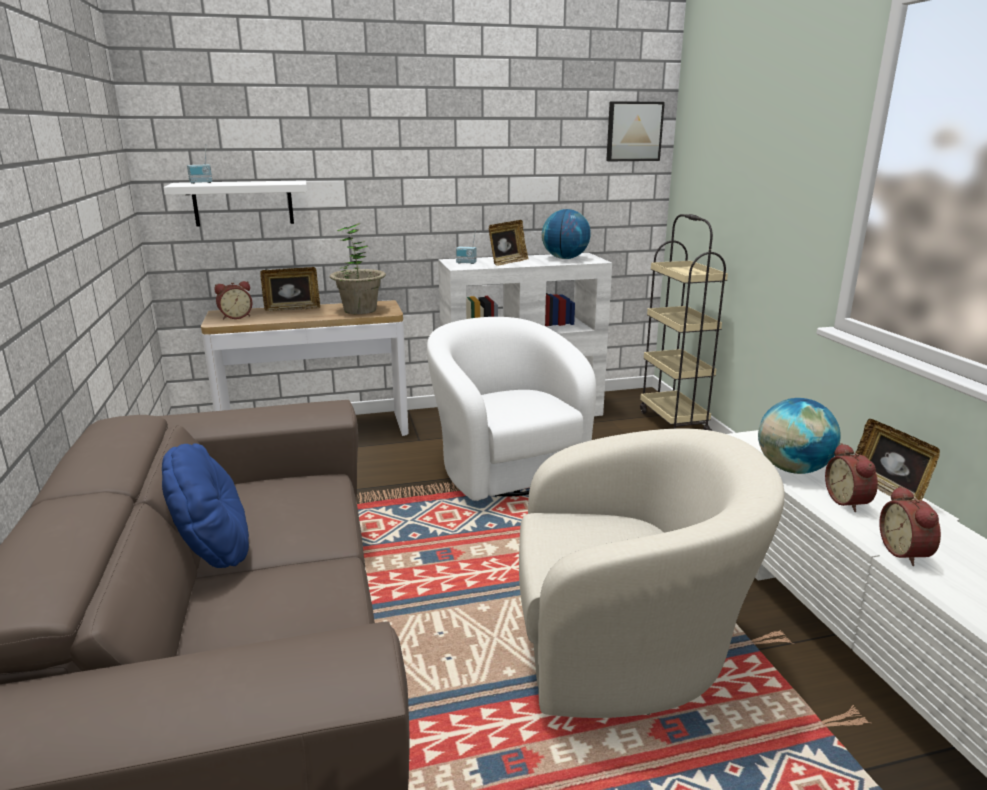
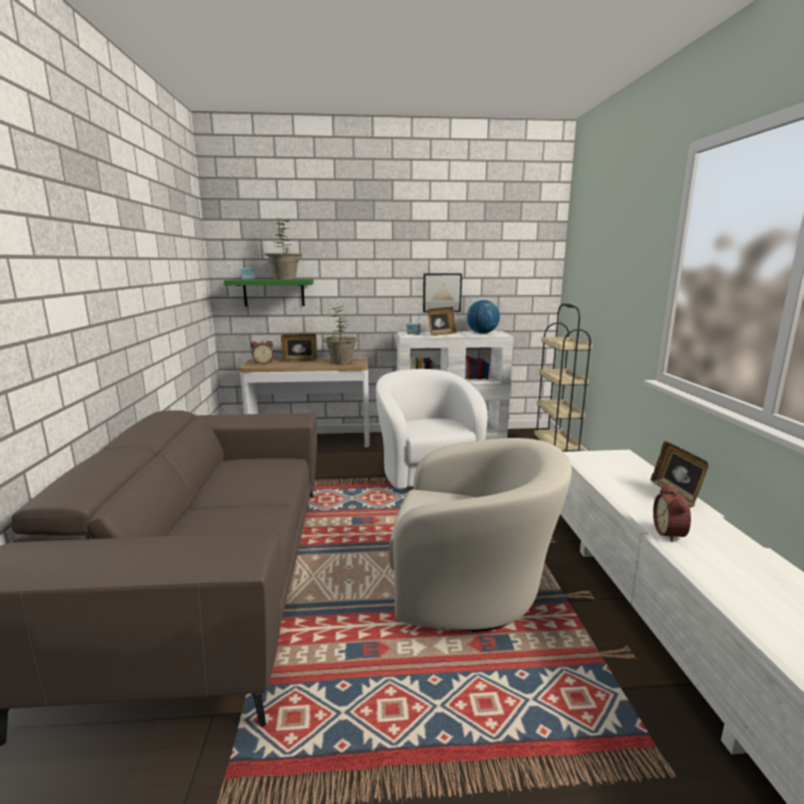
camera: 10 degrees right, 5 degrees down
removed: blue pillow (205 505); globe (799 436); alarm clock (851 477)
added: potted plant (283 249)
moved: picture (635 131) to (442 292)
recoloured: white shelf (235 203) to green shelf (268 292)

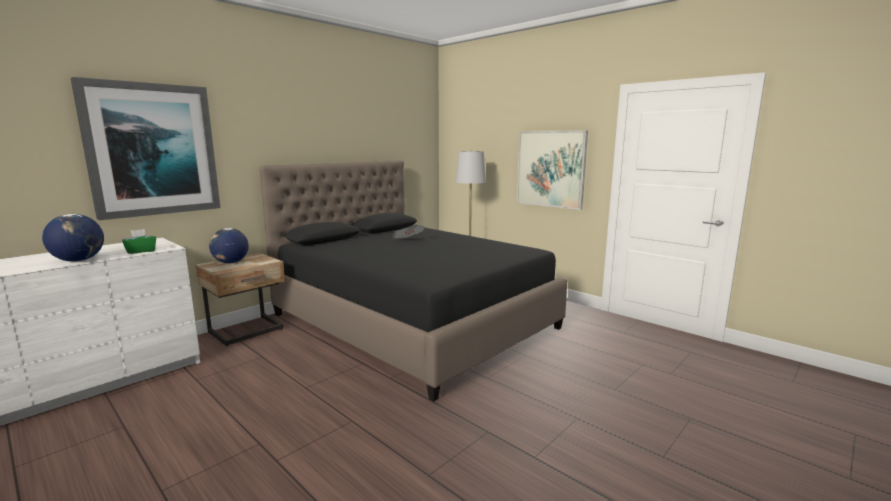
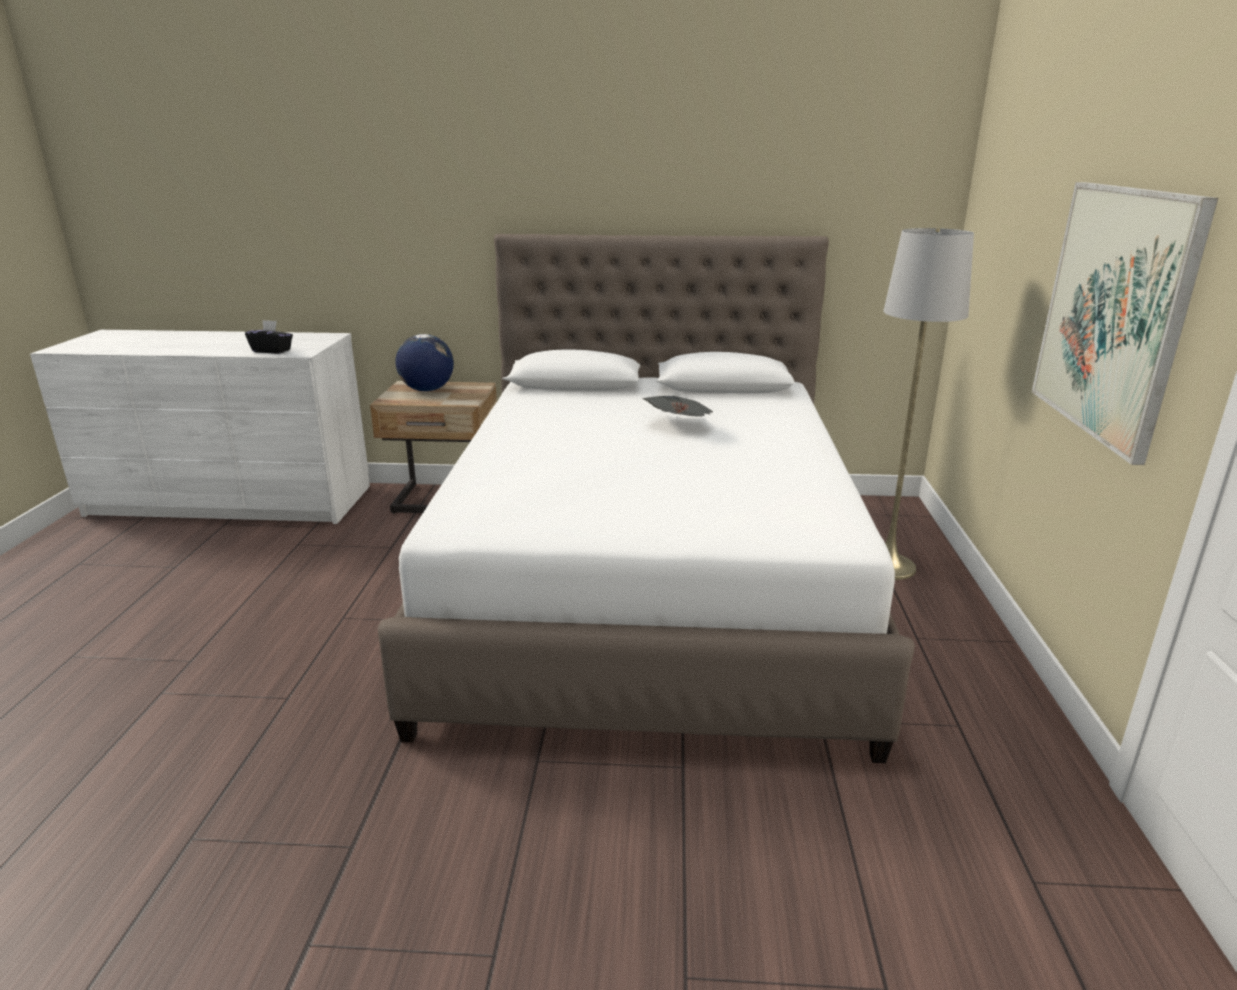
camera: 50 degrees right, 10 degrees up
removed: globe (73 238); picture (146 148)
recoloured: green tissue box (139 241) to black tissue box (269 337); black bed (413 281) to white bed (646 498)

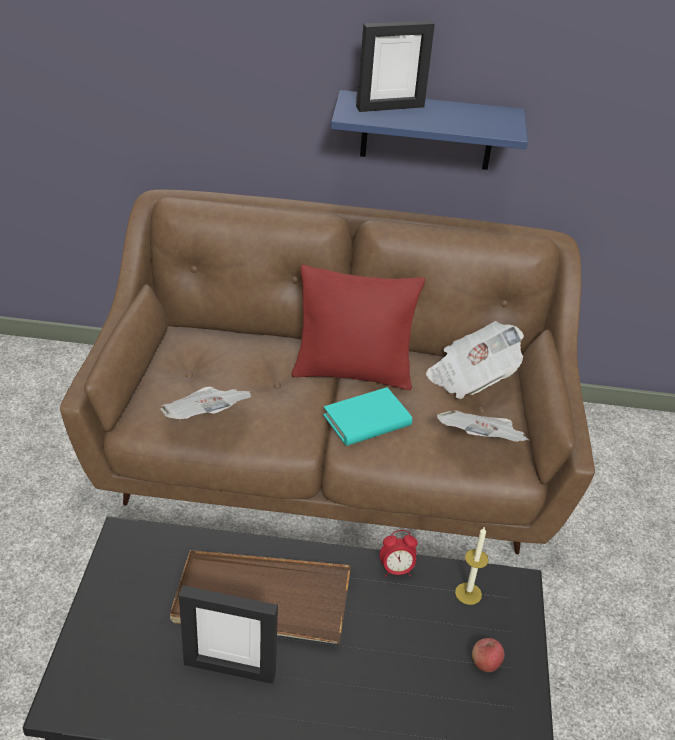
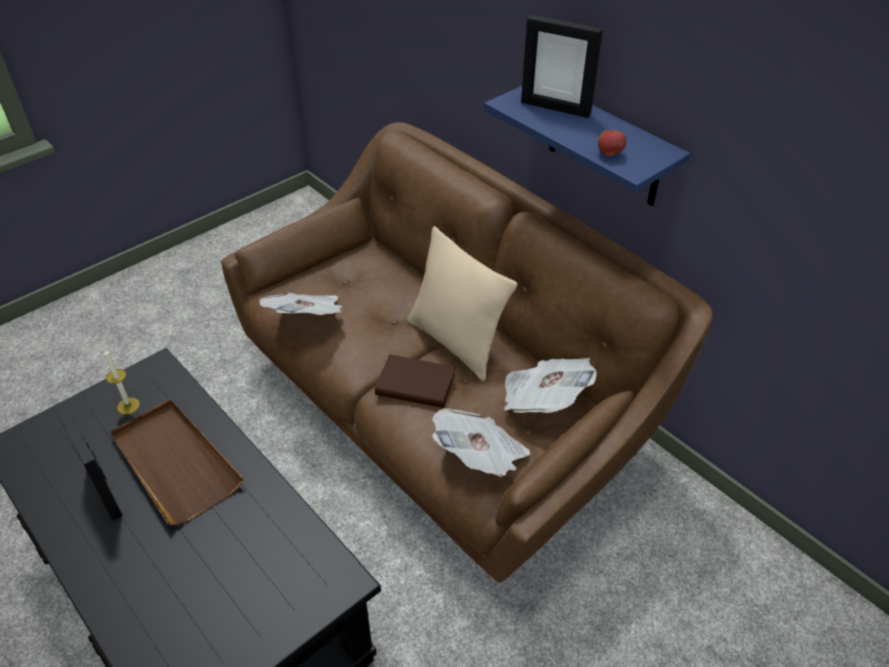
camera: 45 degrees right, 5 degrees up
removed: alarm clock (398 553)
moved: candle (472 566) to (122 382); apple (488 655) to (612 143)
recoloured: red pillow (358 327) to beige pillow (462 303); turquoise book (367 416) to brown book (415 381)

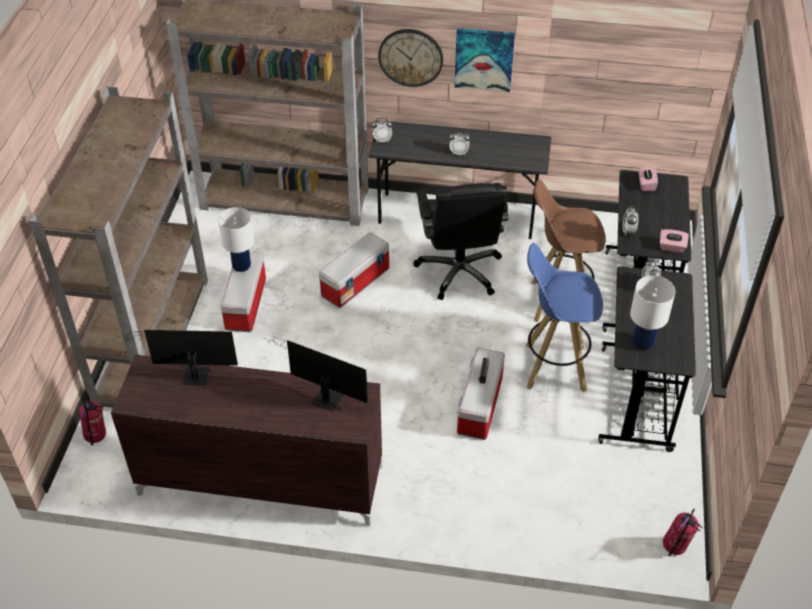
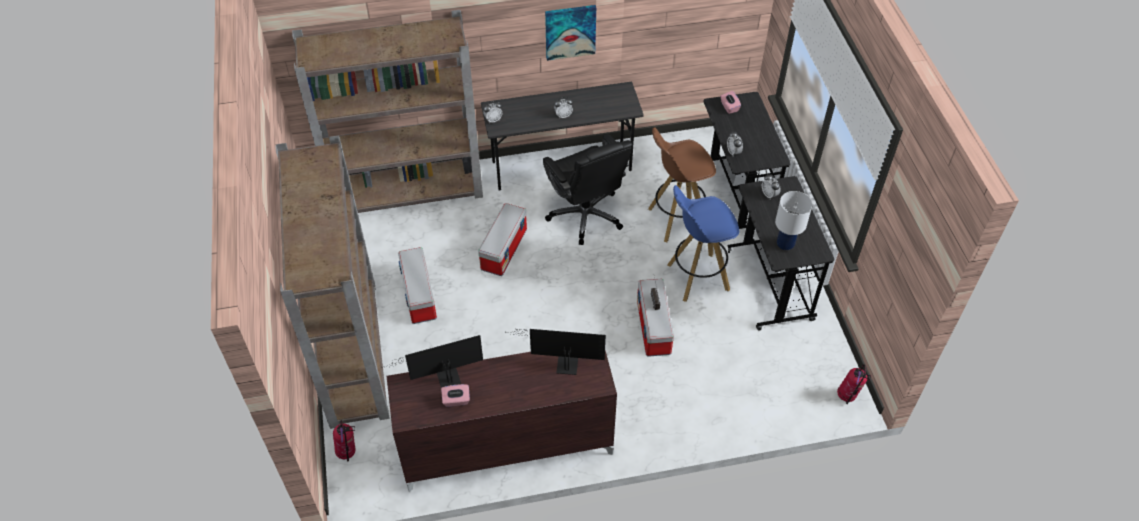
camera: 20 degrees left, 5 degrees up
removed: white table lamp (236 239); wall clock (410 58)
moved: pink tissue box (674 241) to (455 395)

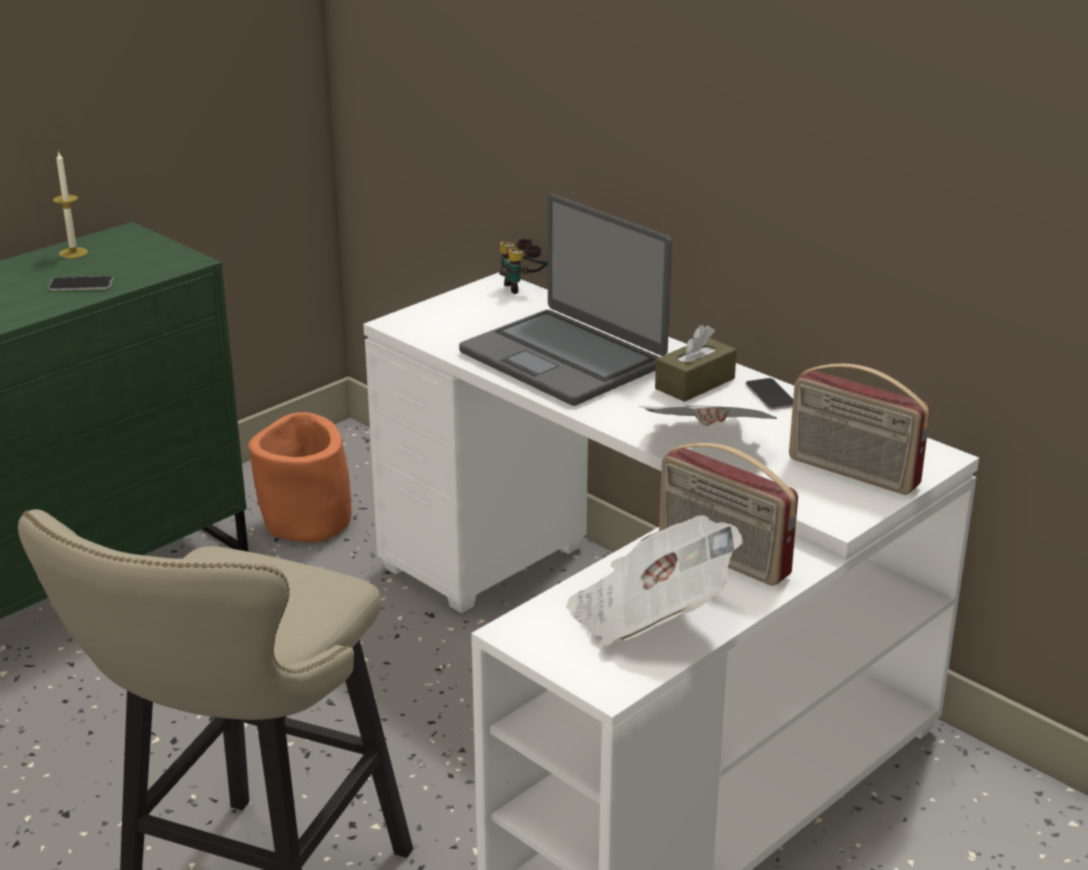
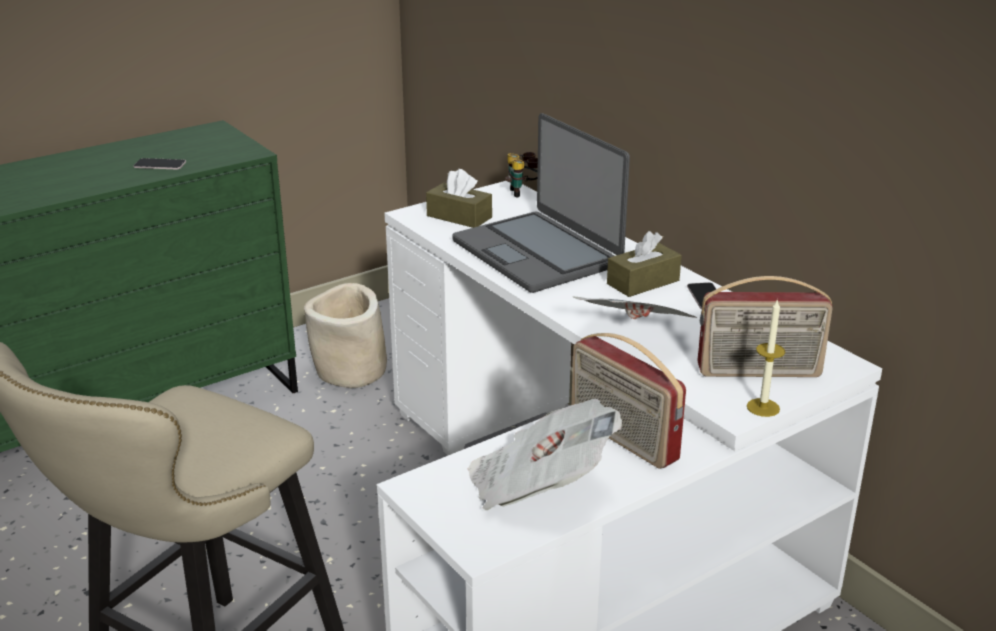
camera: 10 degrees right, 0 degrees up
added: brown tissue box (459 198)
moved: candle (70 205) to (766 358)
recoloured: orange planter (300 477) to beige planter (345 335)
turned: radio (859 429) = (764 326) 45 degrees counterclockwise

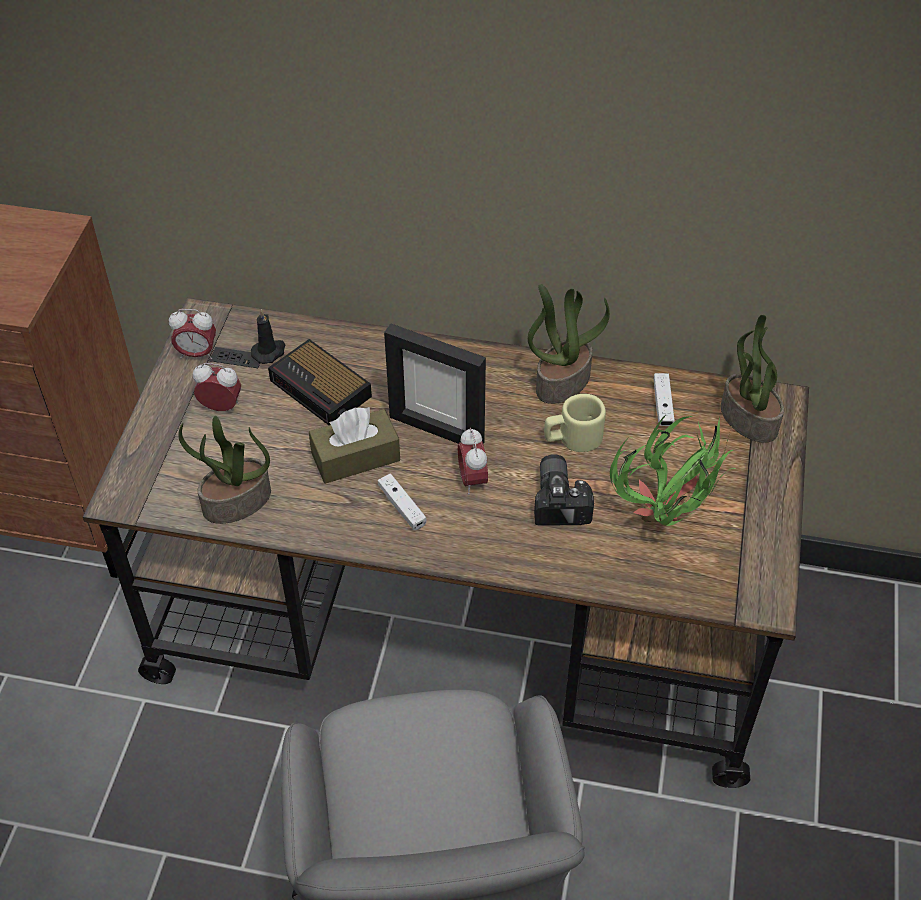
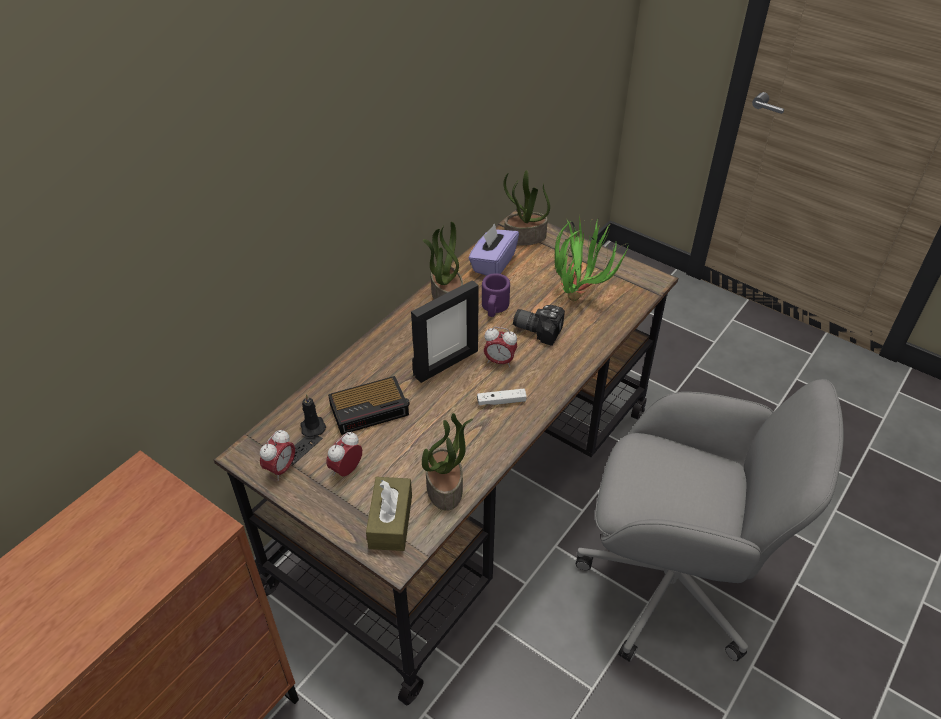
camera: 65 degrees left, 5 degrees down
moved: brown tissue box (354 445) to (389 514)
replaced: white game controller (664 399) to purple tissue box (493 249)
recoloured: beige mug (575 423) to purple mug (496 295)

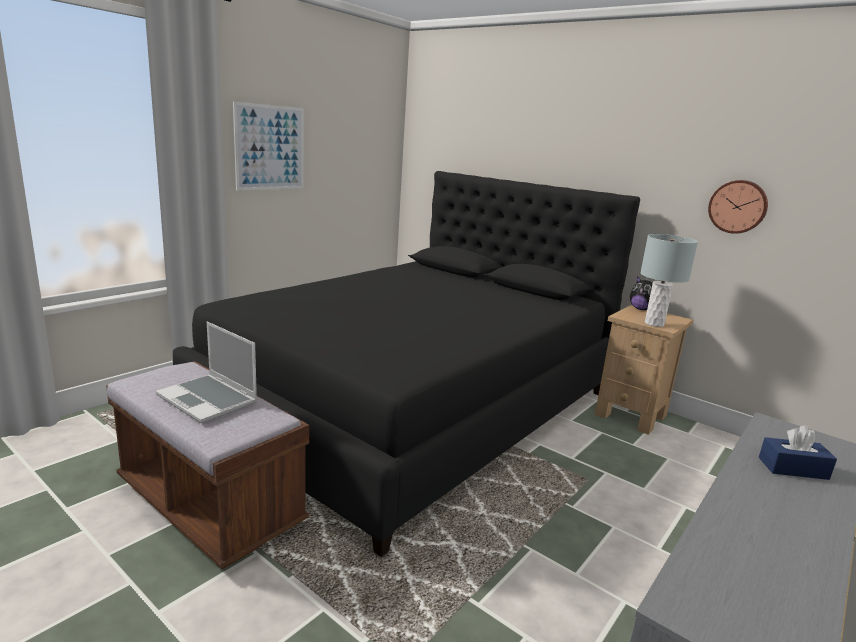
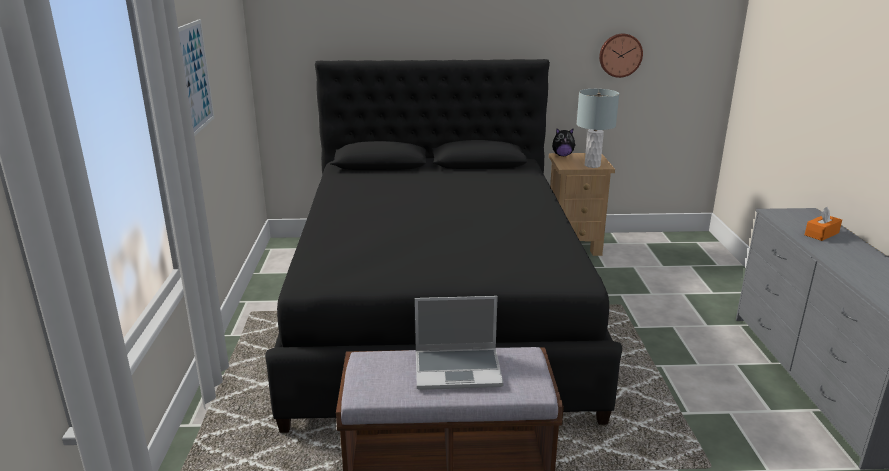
camera: 40 degrees left, 5 degrees up
recoloured: blue tissue box (798 453) to orange tissue box (823 224)

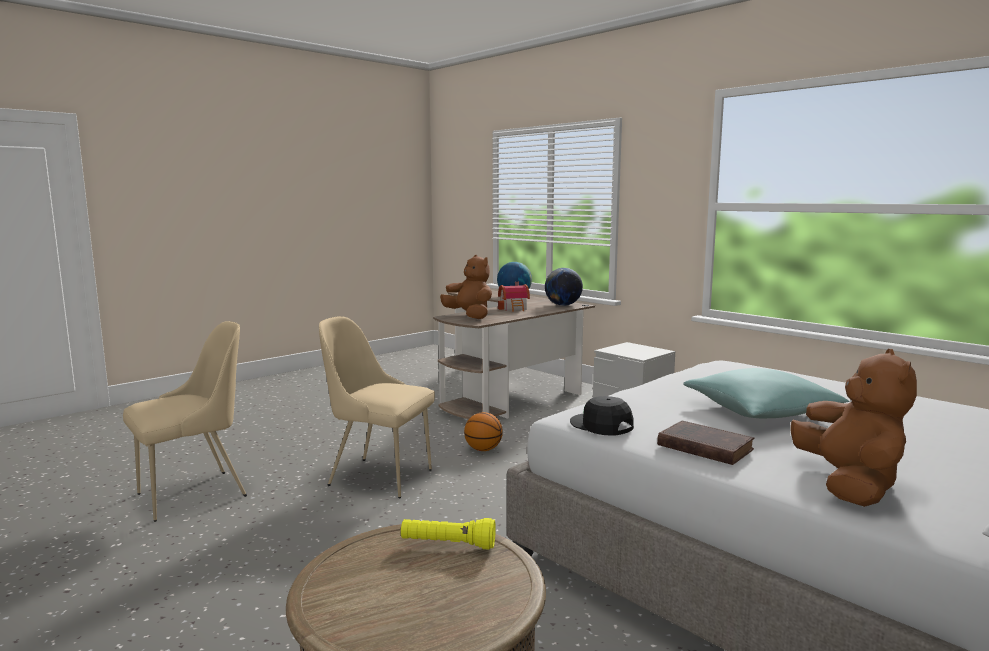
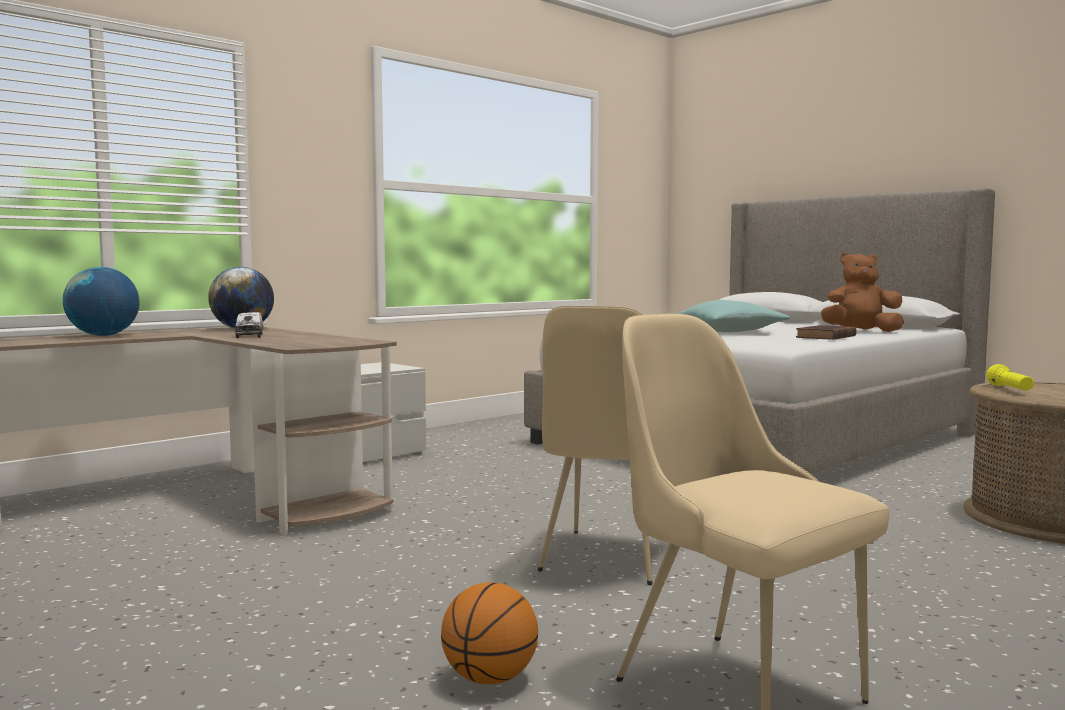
camera: 90 degrees left, 5 degrees down
removed: brown plush toy (466 287); black cap (602 416)
moved: basketball (483 431) to (489 633)
replaced: toy house (514 297) to toy truck (249 325)

